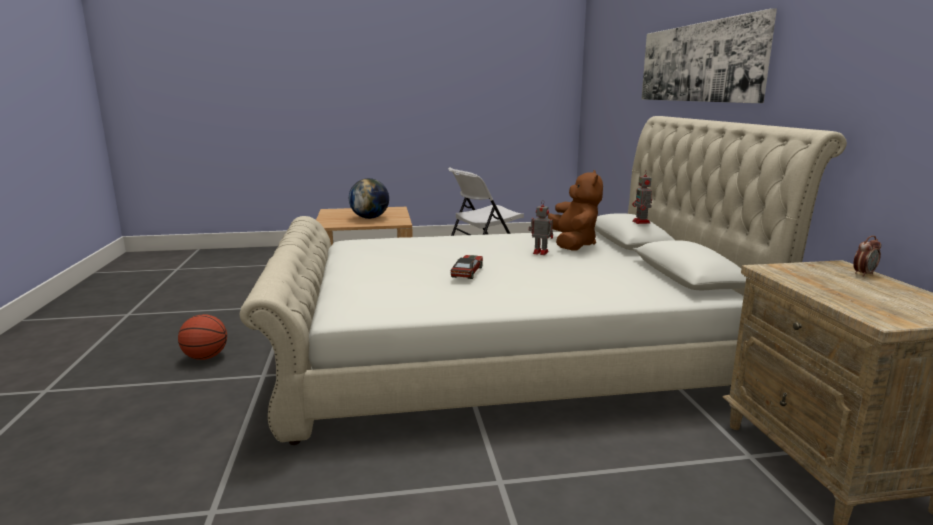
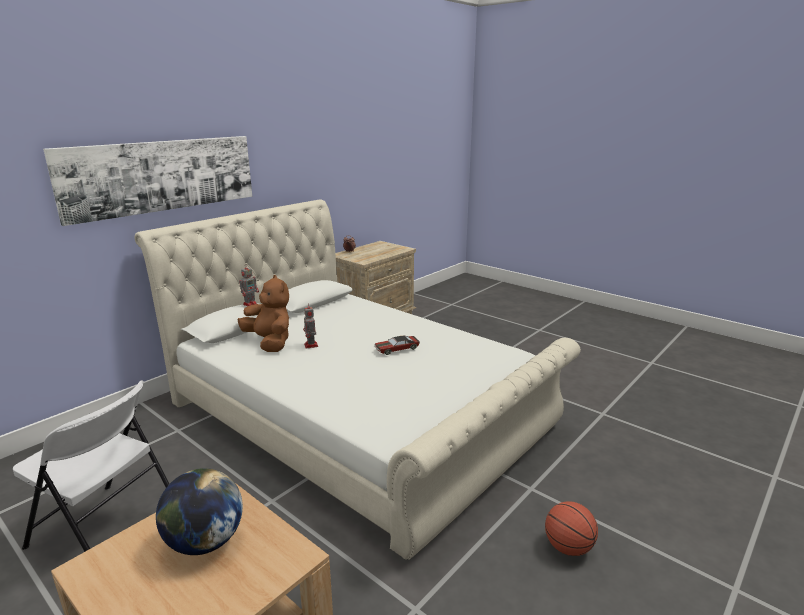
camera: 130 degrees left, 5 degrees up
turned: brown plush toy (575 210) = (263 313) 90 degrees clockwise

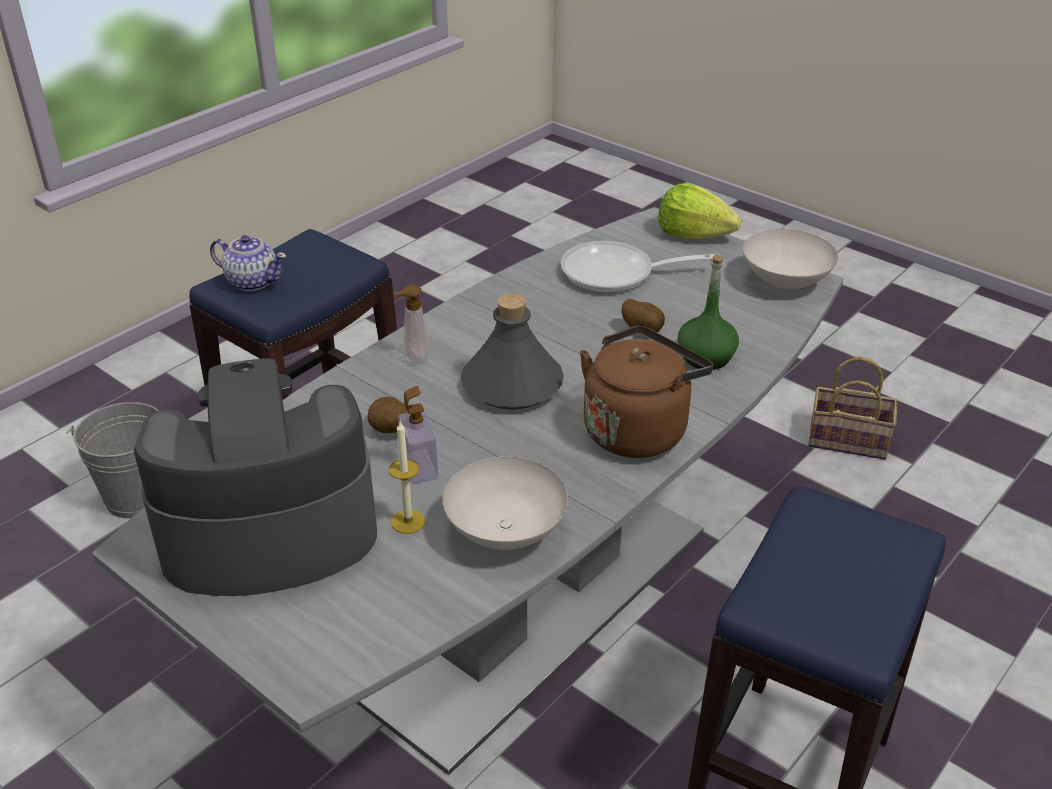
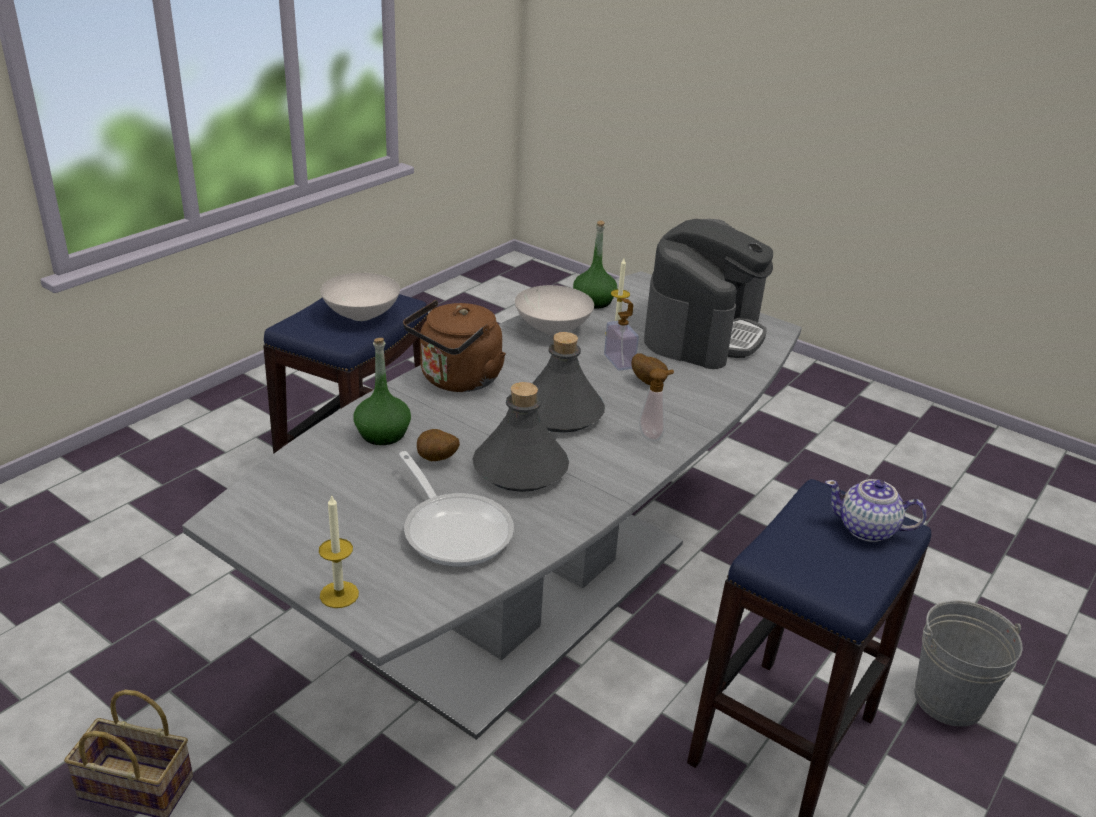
camera: 175 degrees right, 5 degrees down
added: grey bottle (521 437); green bottle (595 265)
moved: white bowl (790 259) to (360 297)
replaced: lettuce (700 211) to candle (339 551)
turned: coffee machine (255 477) = (708 294) 45 degrees counterclockwise; frying pan (638 267) = (456 509) 60 degrees clockwise

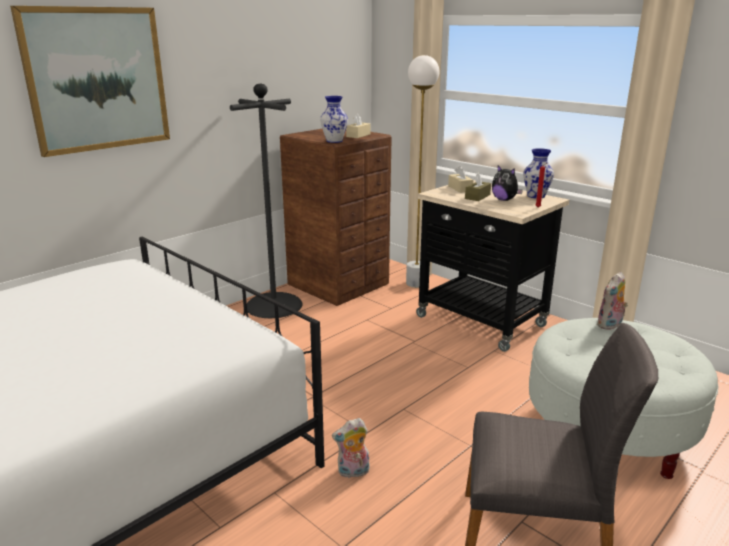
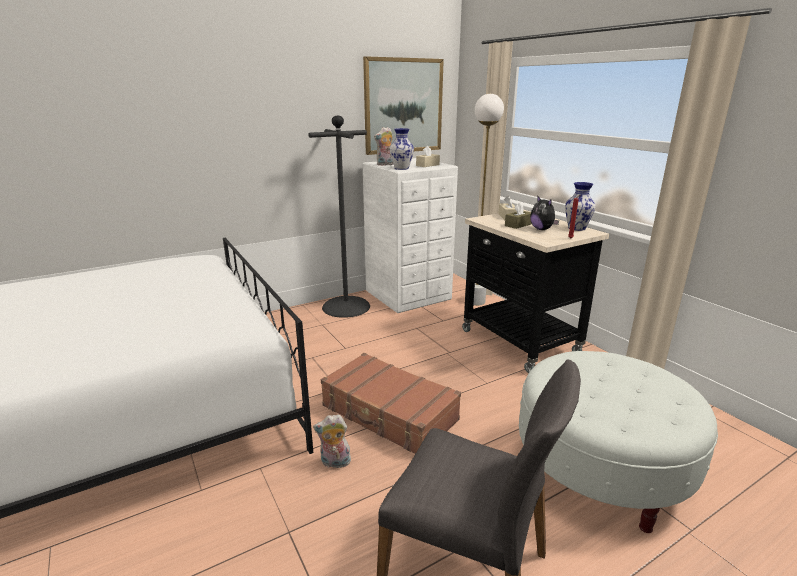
camera: 15 degrees right, 0 degrees up
added: brown suitcase (391 403)
moved: picture (90 81) to (403 105); plush toy (612 301) to (383 146)
recoloured: brown dresser (336 217) to white dresser (410 235)

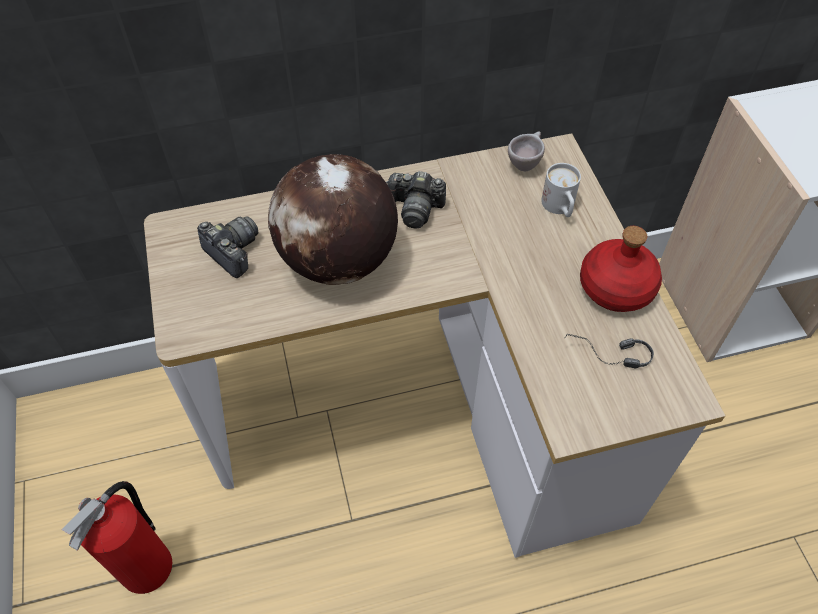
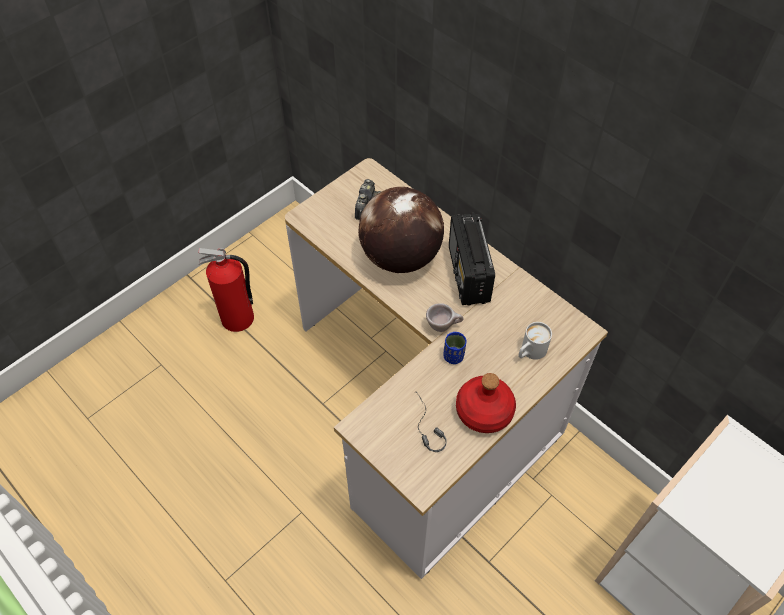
camera: 60 degrees right, 0 degrees up
added: blue cup (455 348)
moved: beige cup (526 151) to (445 317)
replaced: photo camera (416 200) to radio (472 259)

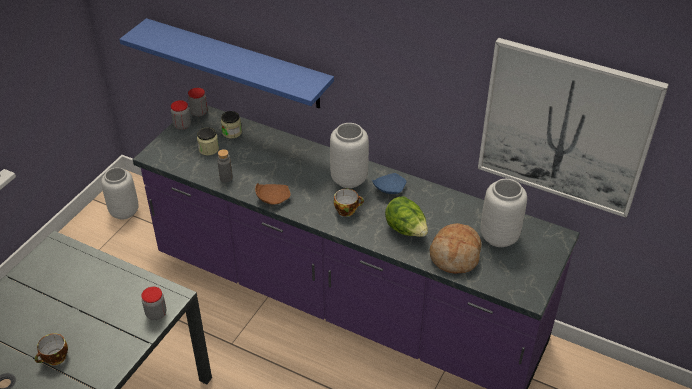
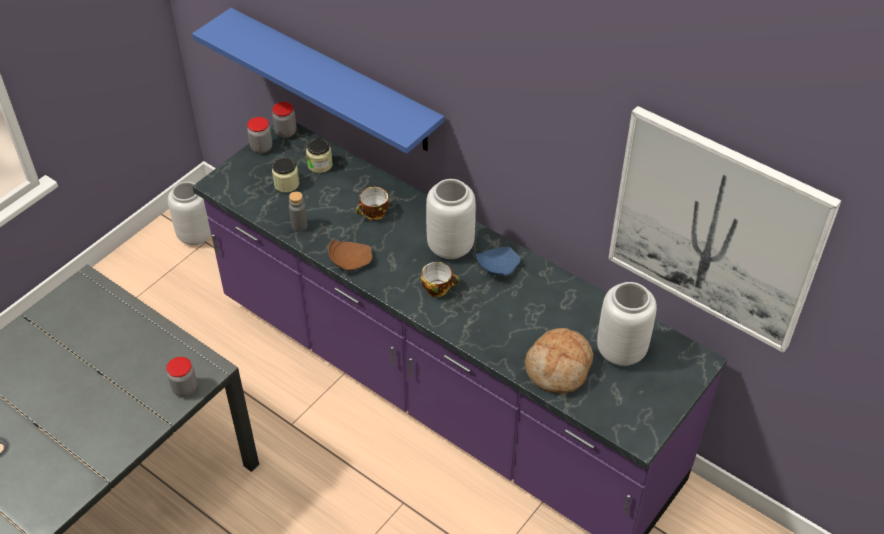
camera: 10 degrees right, 5 degrees up
removed: lettuce (406 216)
moved: cup (51 349) to (372 203)

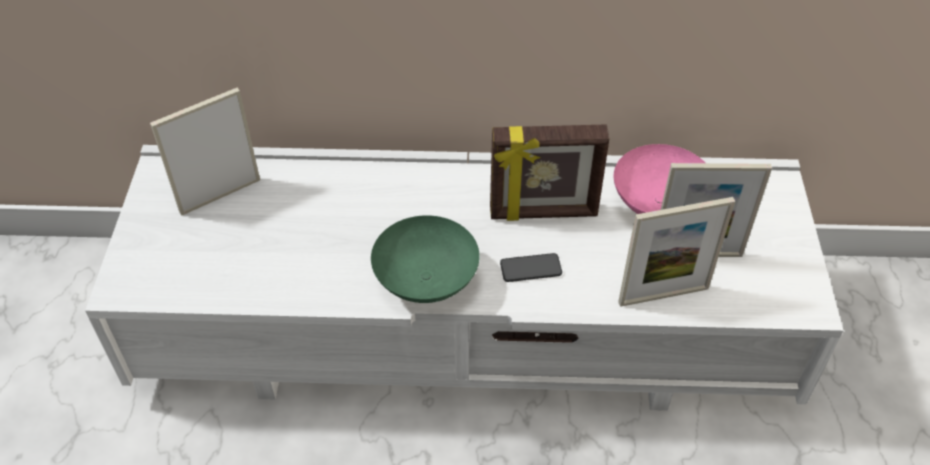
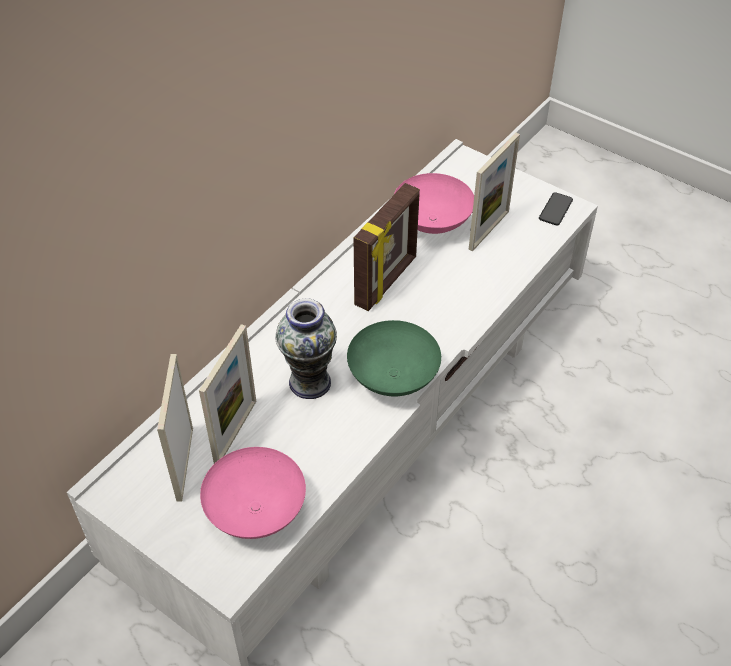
camera: 55 degrees left, 0 degrees up
added: pink bowl (253 493); vase (306 348)
moved: phone (531 267) to (556 208); picture frame (677 252) to (227 394)

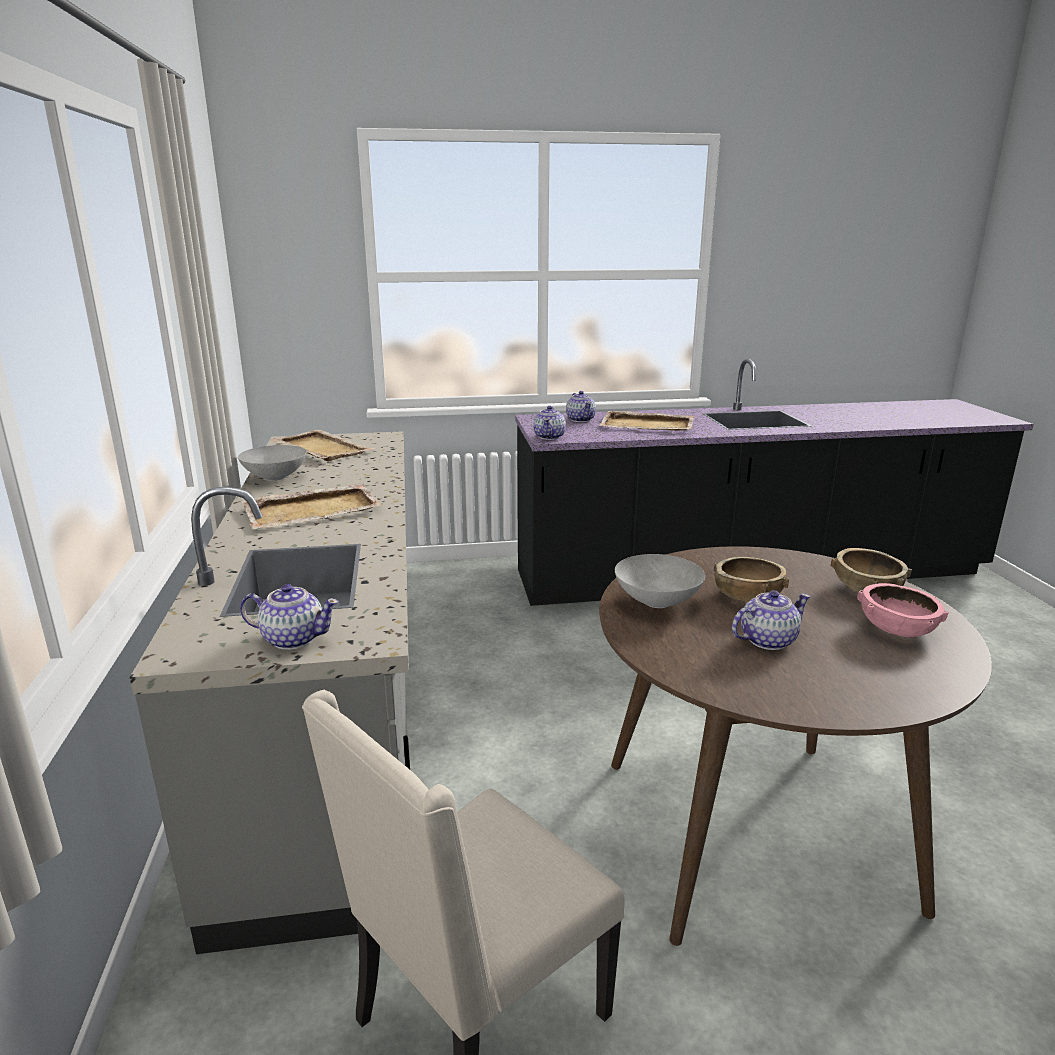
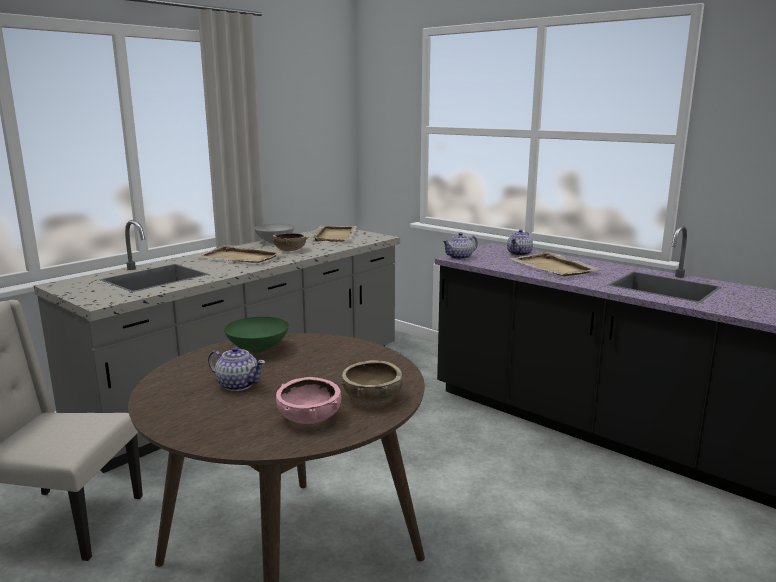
camera: 50 degrees right, 5 degrees down
removed: teapot (289 617)
moved: brown bowl (751 579) to (290 242)
recoloured: grey bowl (660 581) to green bowl (256 335)

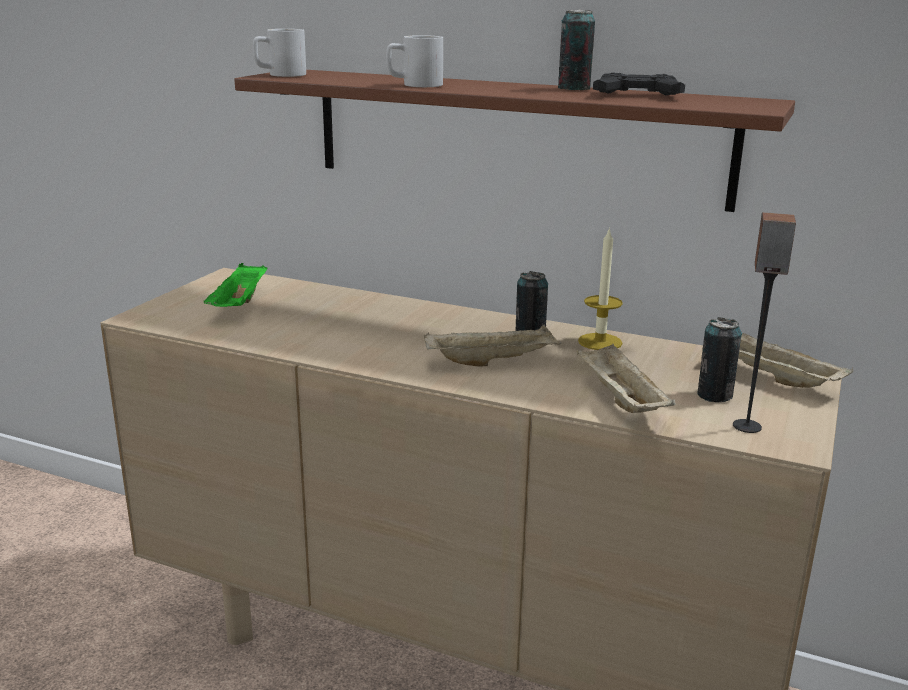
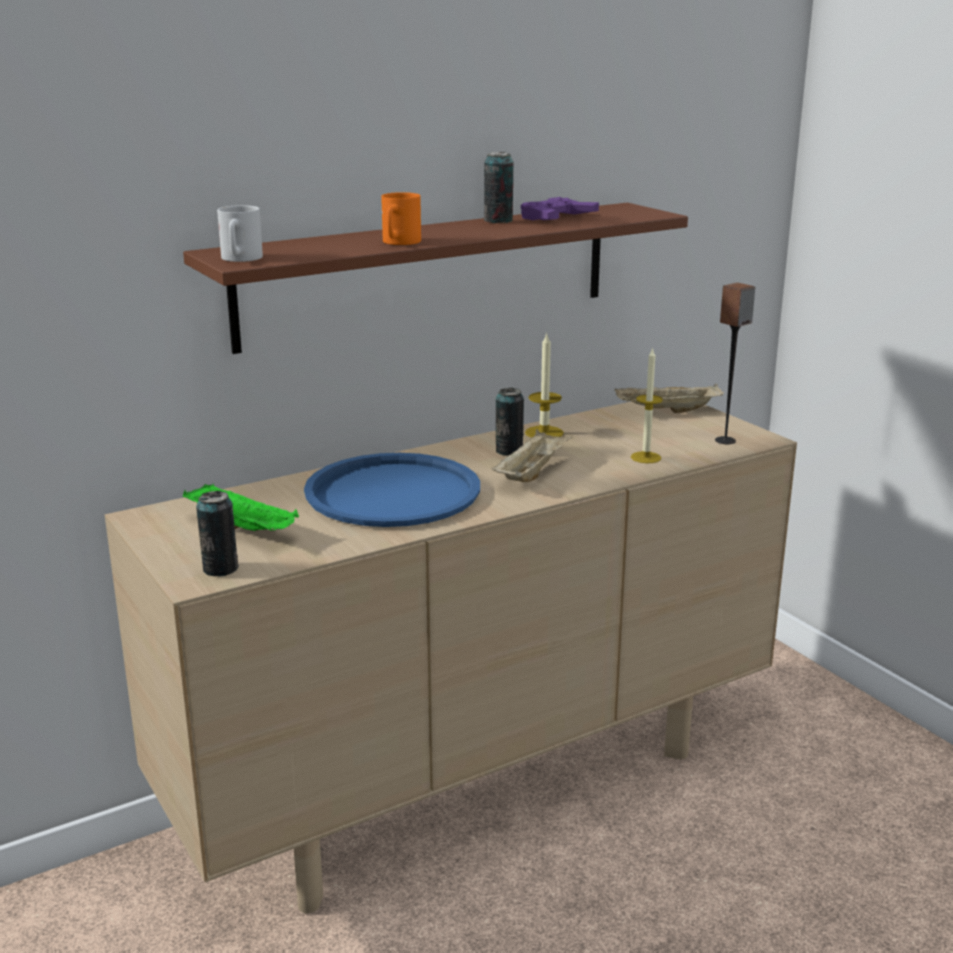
camera: 55 degrees left, 0 degrees up
added: blue tray (392 490)
moved: can (719 359) to (217 534)
replaced: beige tray (626 378) to candle (647 405)
recoloured: white mug (414 61) to orange mug (401 218); black game controller (639 84) to purple game controller (560 208)

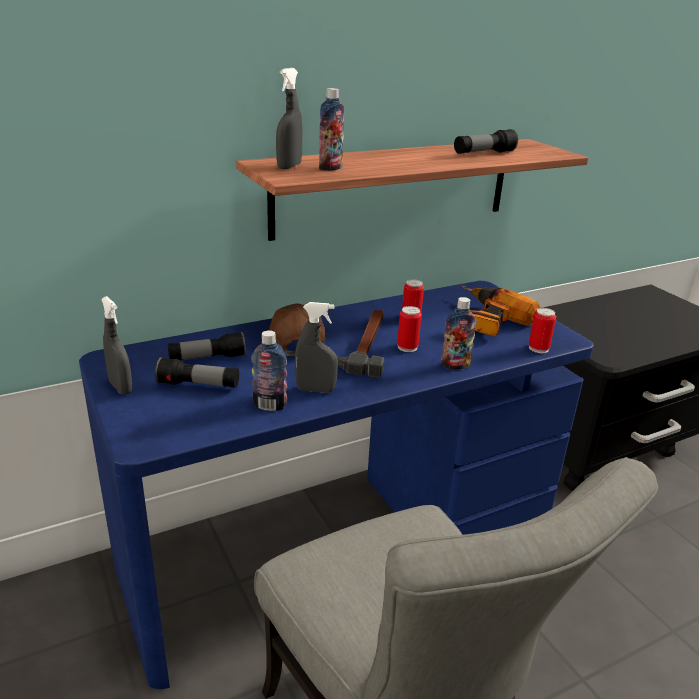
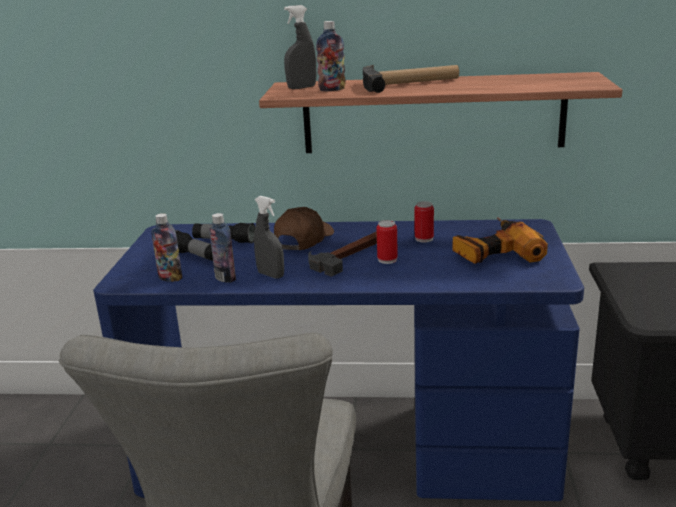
camera: 35 degrees right, 5 degrees down
removed: grey spray bottle (116 345); flashlight (486 141); can (542 330)
added: hammer (411 79)
moved: bottle (459 333) to (166 247)

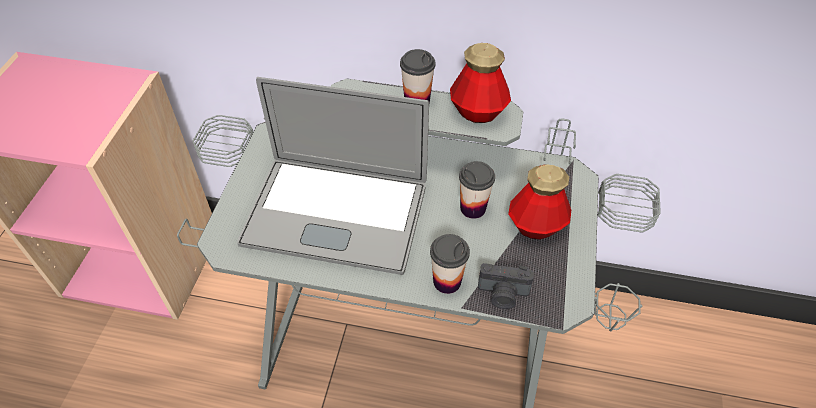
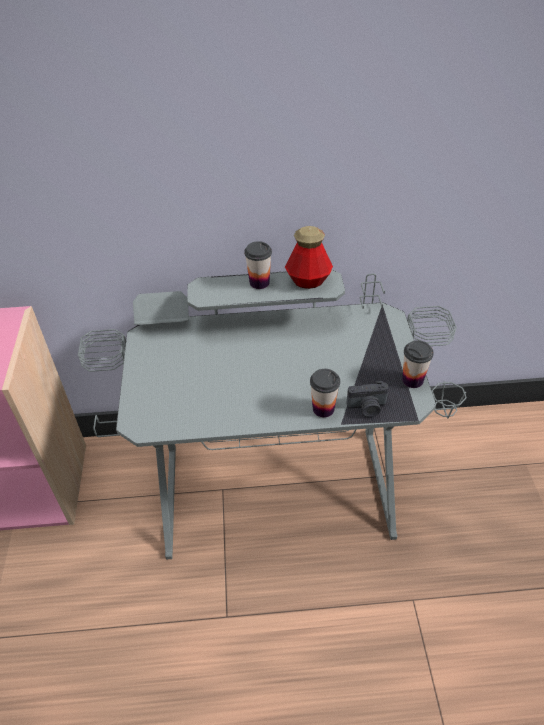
camera: 15 degrees left, 5 degrees down
removed: laptop (333 176); bottle (539 202)
moved: cup (477 190) to (418 364)

